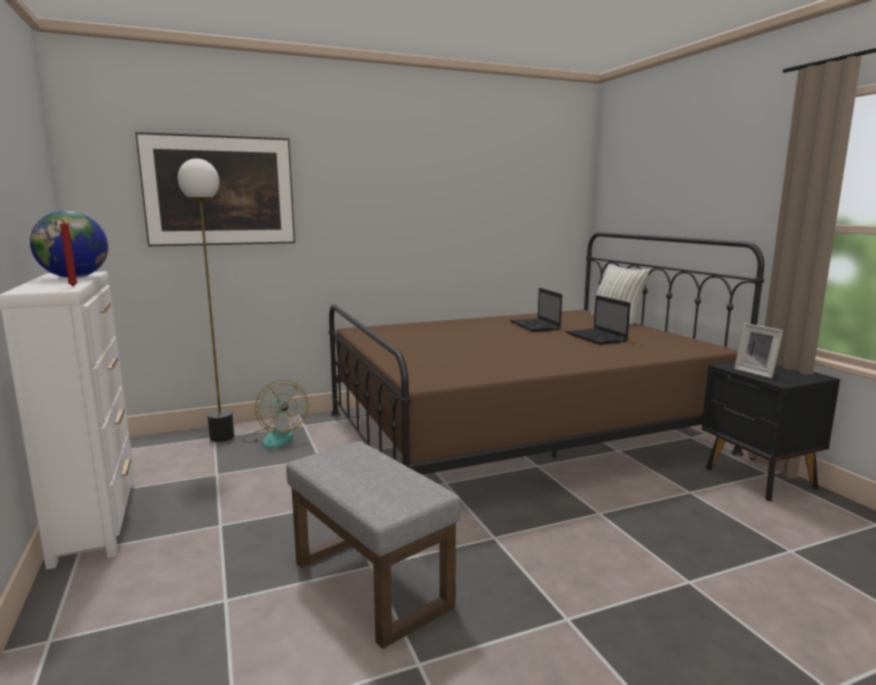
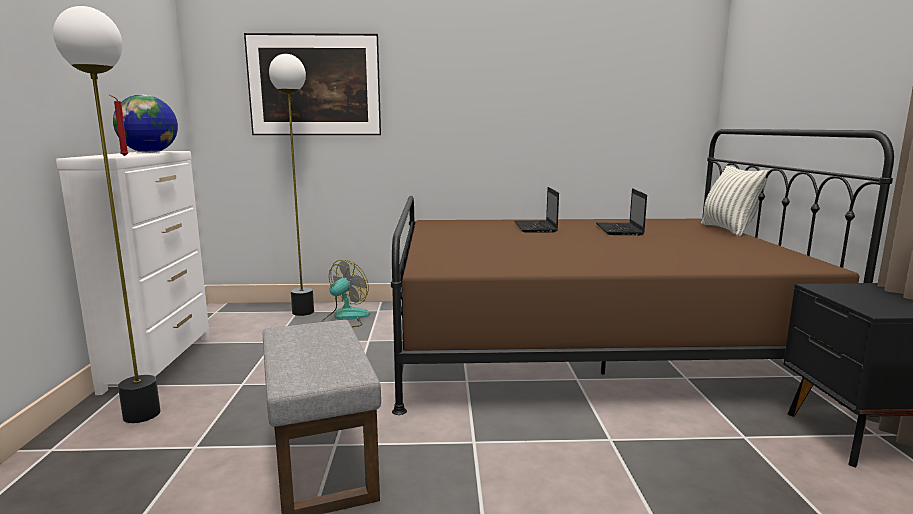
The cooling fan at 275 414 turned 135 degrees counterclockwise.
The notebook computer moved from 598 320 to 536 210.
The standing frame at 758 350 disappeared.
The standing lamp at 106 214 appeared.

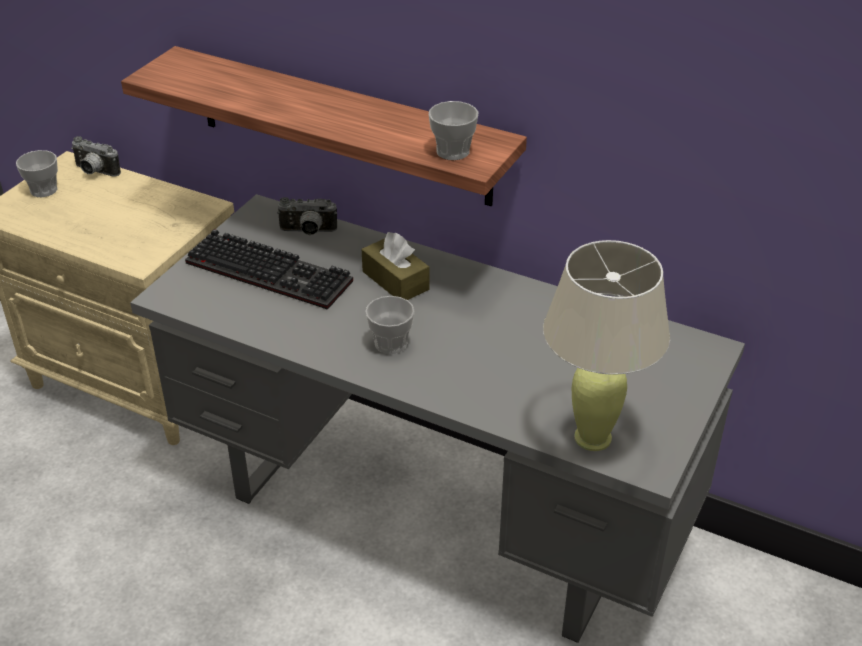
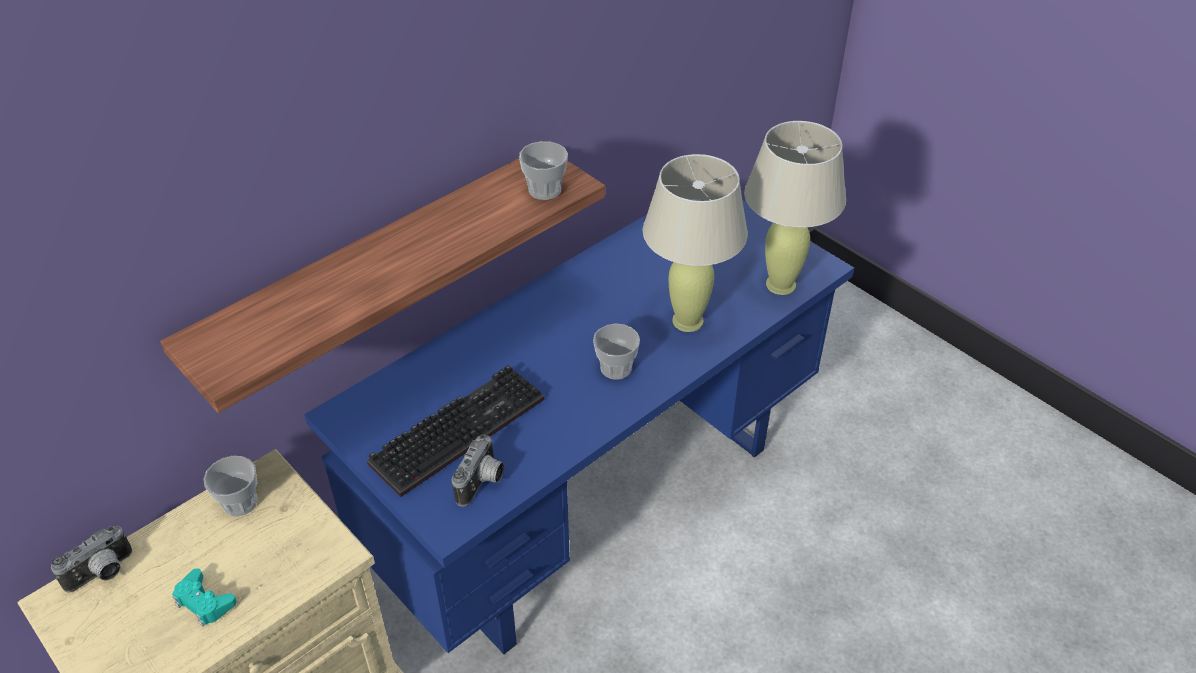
The small cup moved from 37 173 to 230 486.
The grey desk table at 437 418 became the bluish desk table at 579 427.
The still camera moved from 307 216 to 477 470.
The brown tissue box at 396 266 disappeared.
The blue-green game controller at 204 597 appeared.
The sand-coloured lamp for a table at 695 243 appeared.

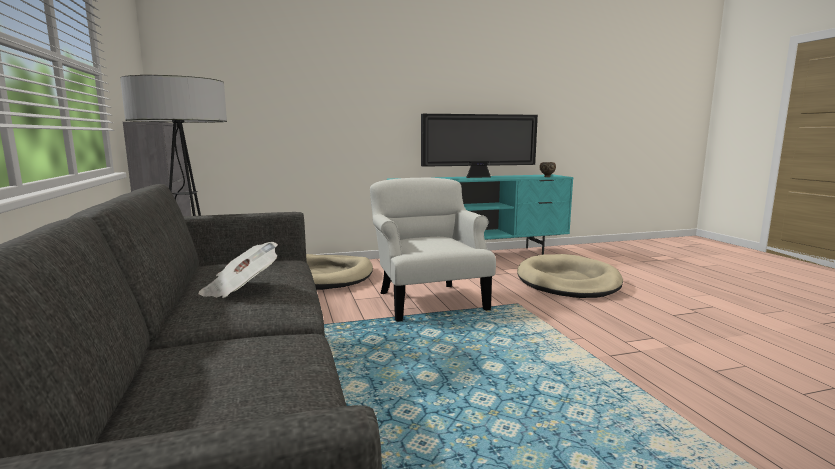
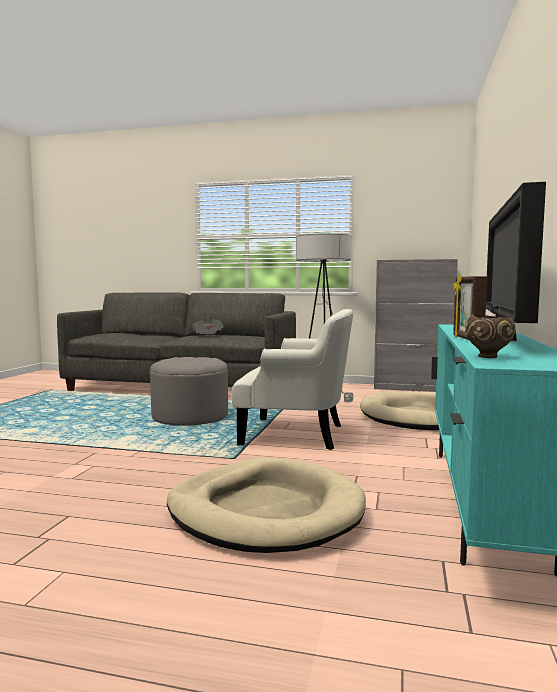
The grey ottoman at 189 391 appeared.
The standing frame at 470 307 appeared.

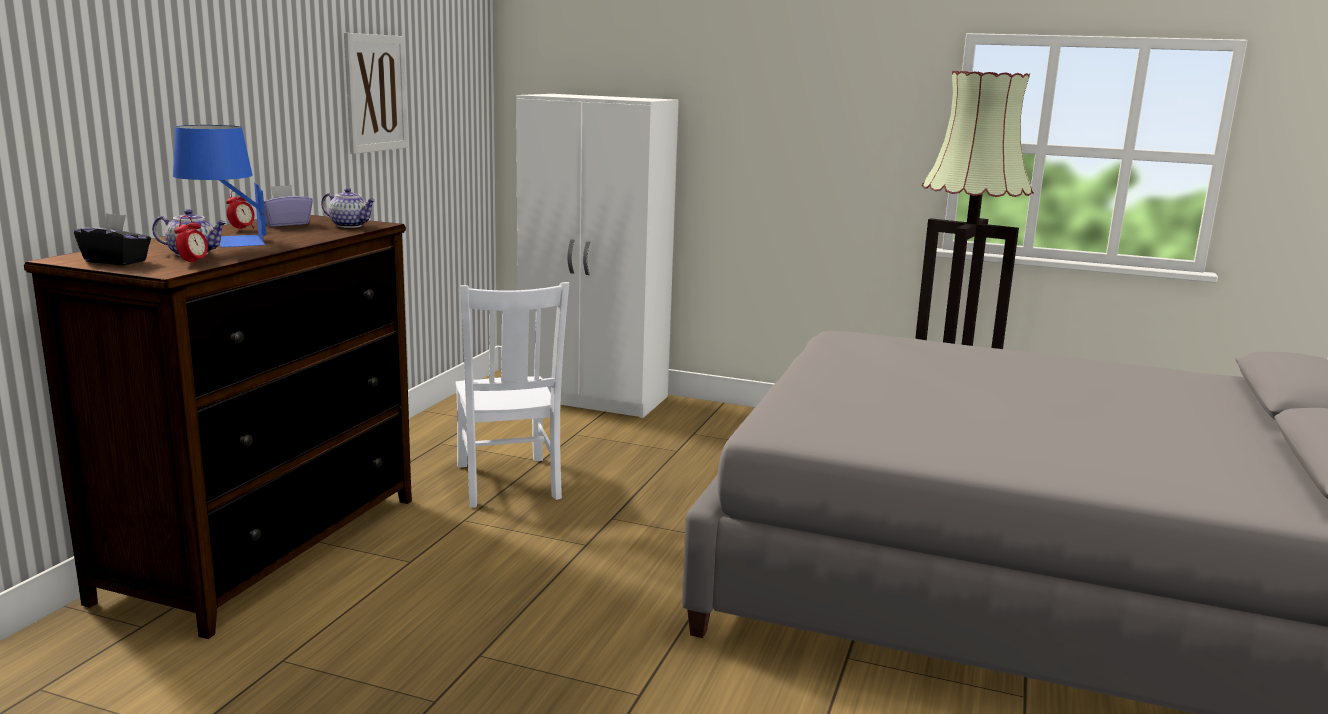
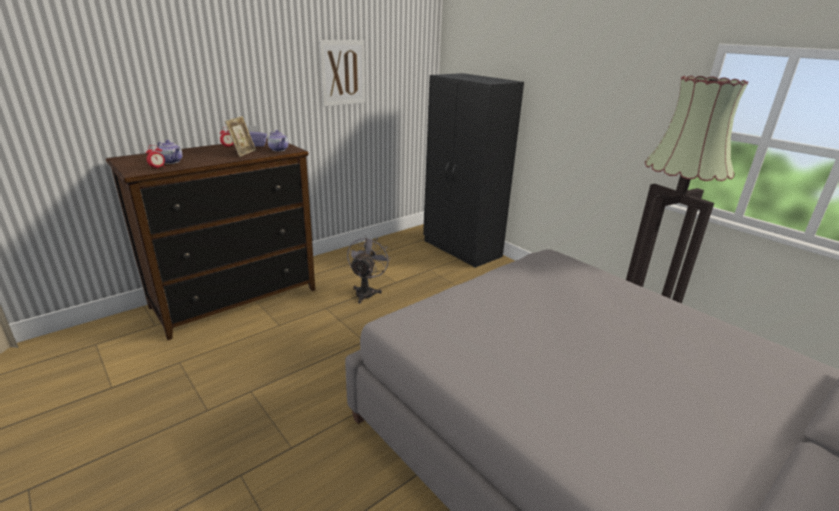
The black-coloured tissue box at 112 239 disappeared.
The bluish lamp for a table at 219 186 disappeared.
The white-coloured upright chair at 512 395 was replaced by the grey cooling fan at 369 269.
The white-coloured armoire at 597 256 became the black-coloured armoire at 473 170.
The standing frame at 240 136 appeared.

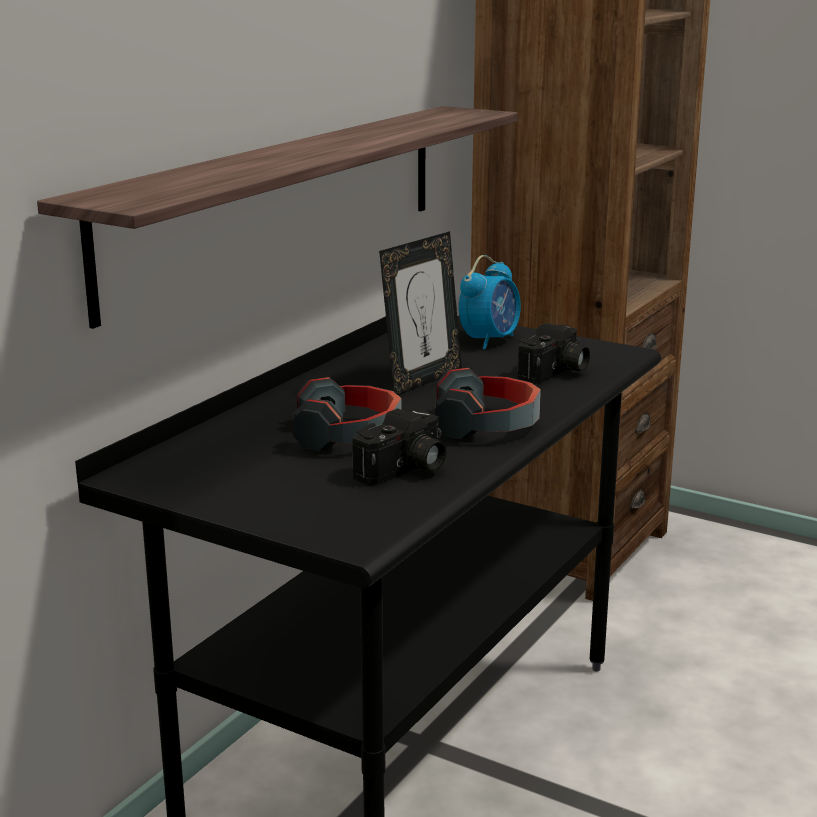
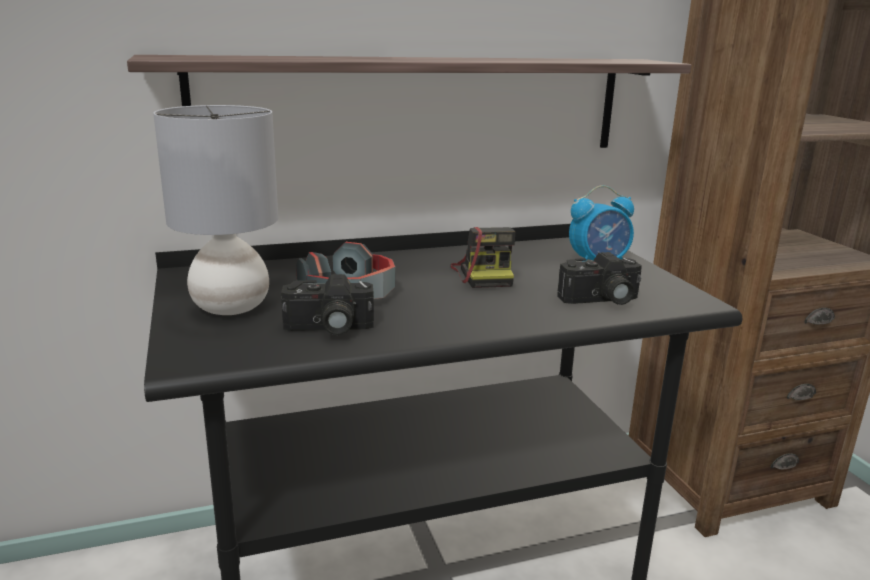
The standing frame at 420 313 was replaced by the still camera at 483 257.
The pair of headphones at 488 403 disappeared.
The grey lamp for a table at 215 210 appeared.

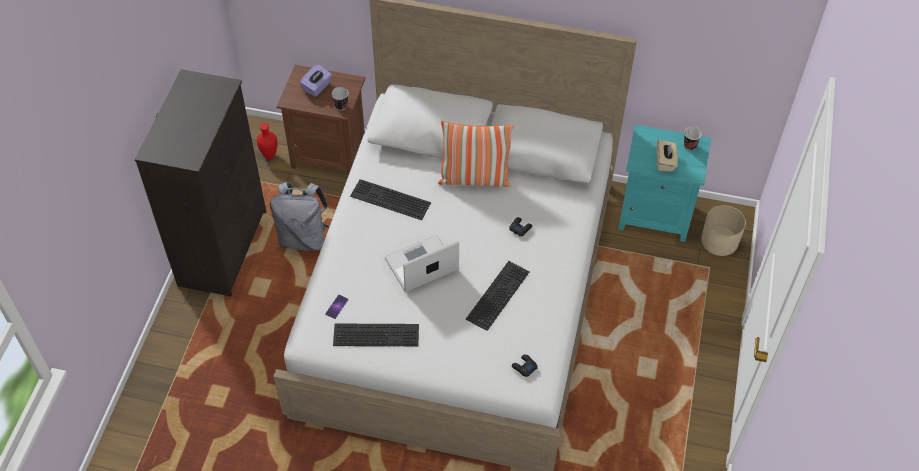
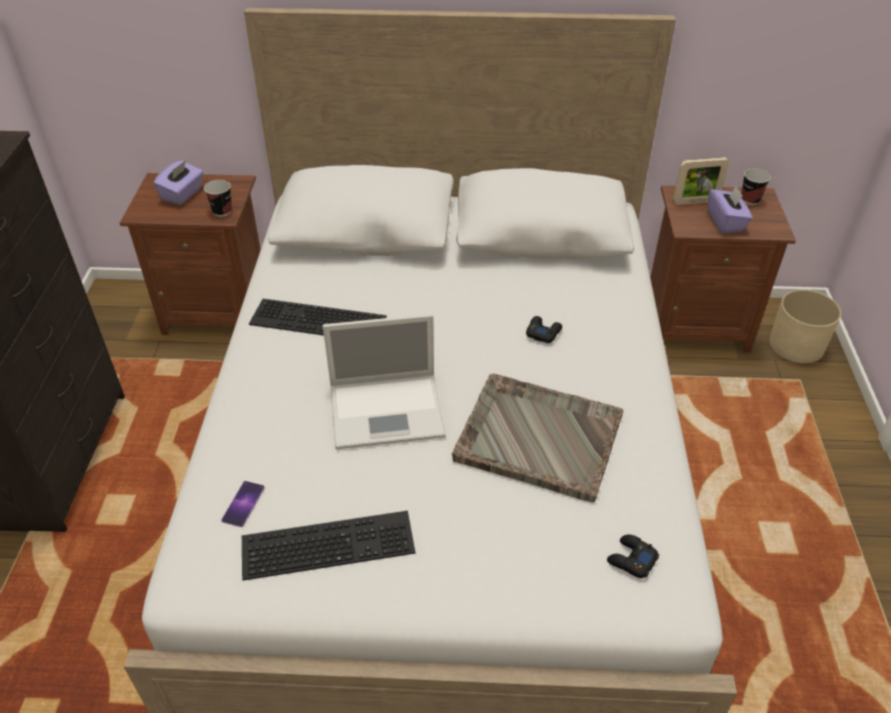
The reddish flower vase at 267 141 disappeared.
The grey rucksack at 299 216 disappeared.
The notebook computer at 422 263 turned 150 degrees counterclockwise.
The pillow at 476 154 disappeared.
The keyboard at 498 296 was replaced by the grey carrying tray at 537 437.
The blue-green night table at 664 183 became the brown night table at 723 269.
The sand-coloured tissue box at 667 155 became the purple-coloured tissue box at 730 209.
The standing frame at 701 181 appeared.

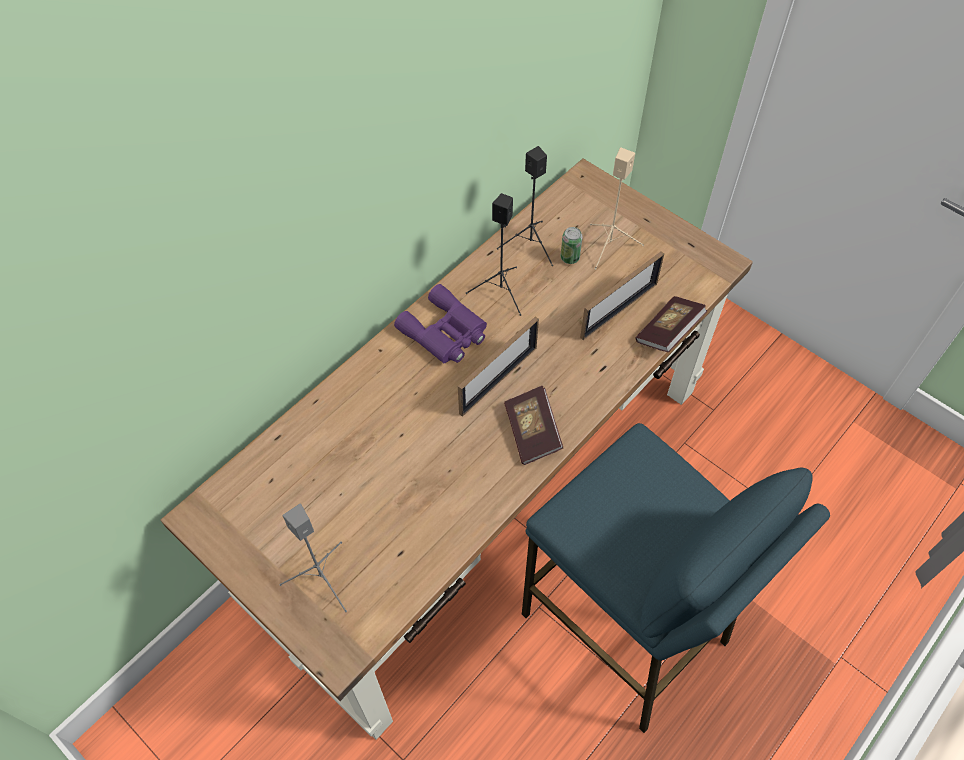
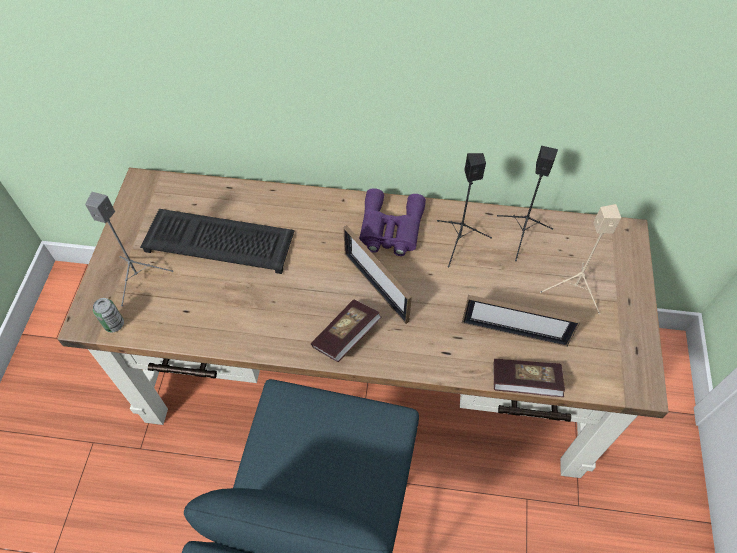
The standing frame at 498 366 turned 45 degrees clockwise.
The can moved from 572 245 to 108 315.
The keyboard at 217 241 appeared.

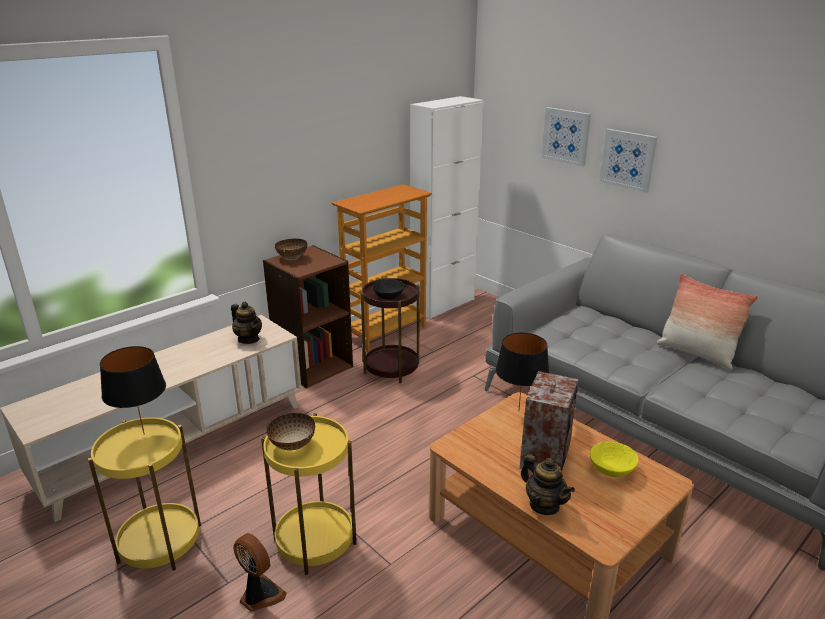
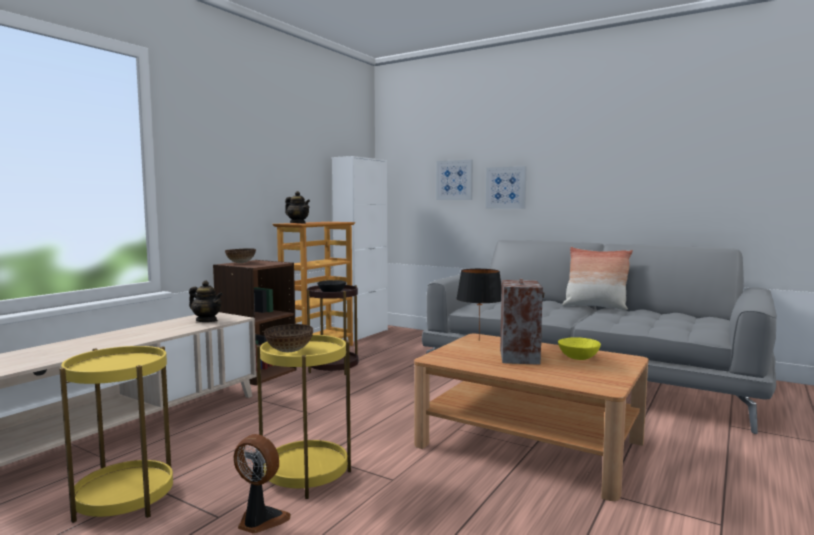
The black-coloured lamp for a table at 133 390 disappeared.
The tea pot moved from 548 484 to 297 207.

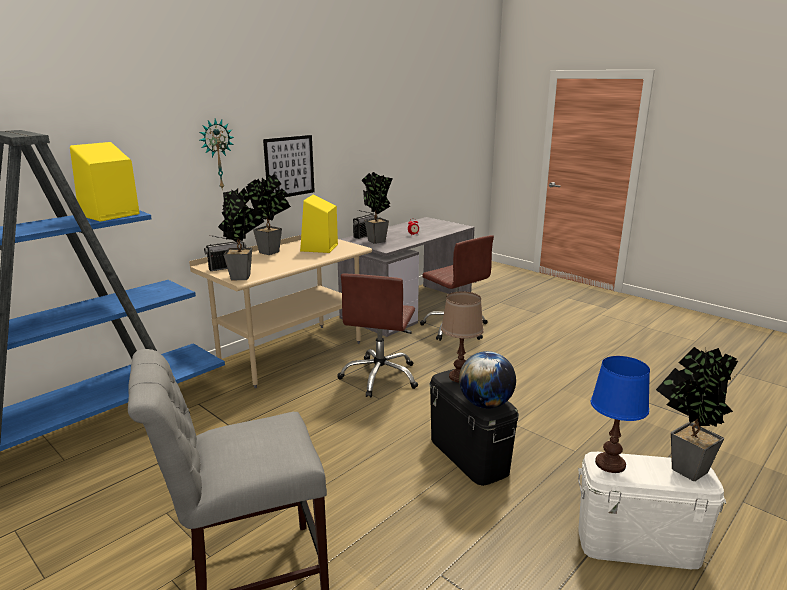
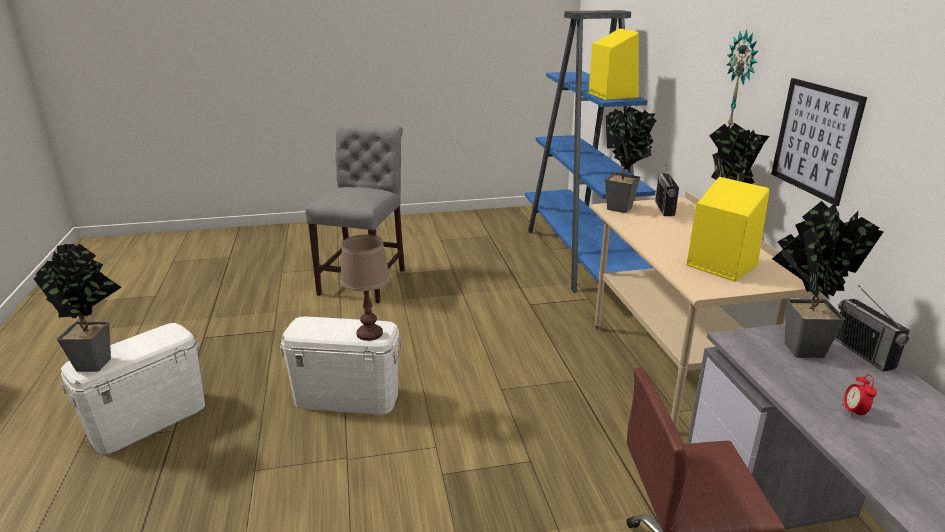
The brown desk chair at 377 336 disappeared.
The black-coloured storage container at 474 427 became the white-coloured storage container at 341 366.
The world globe at 487 379 disappeared.
The bluish lamp for a table at 620 414 disappeared.

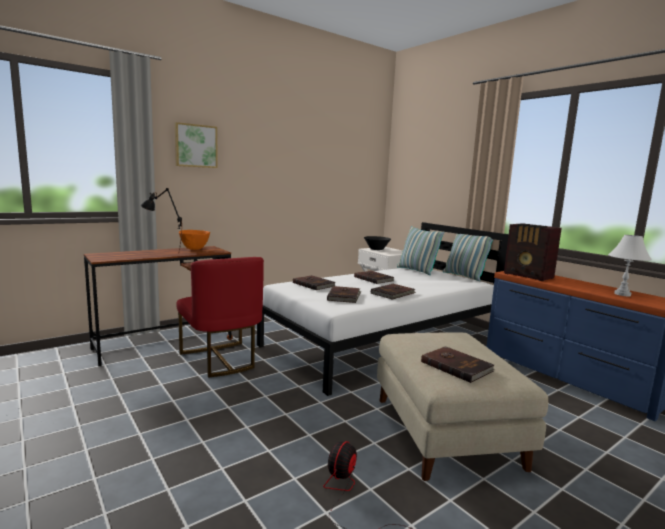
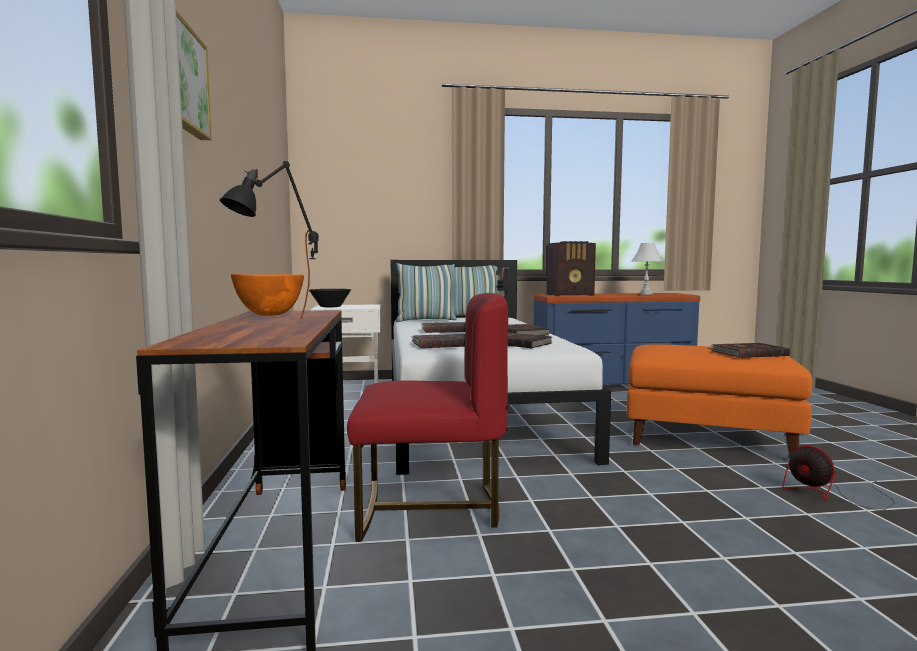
The sand-coloured ottoman at 462 406 became the orangey ottoman at 719 400.

